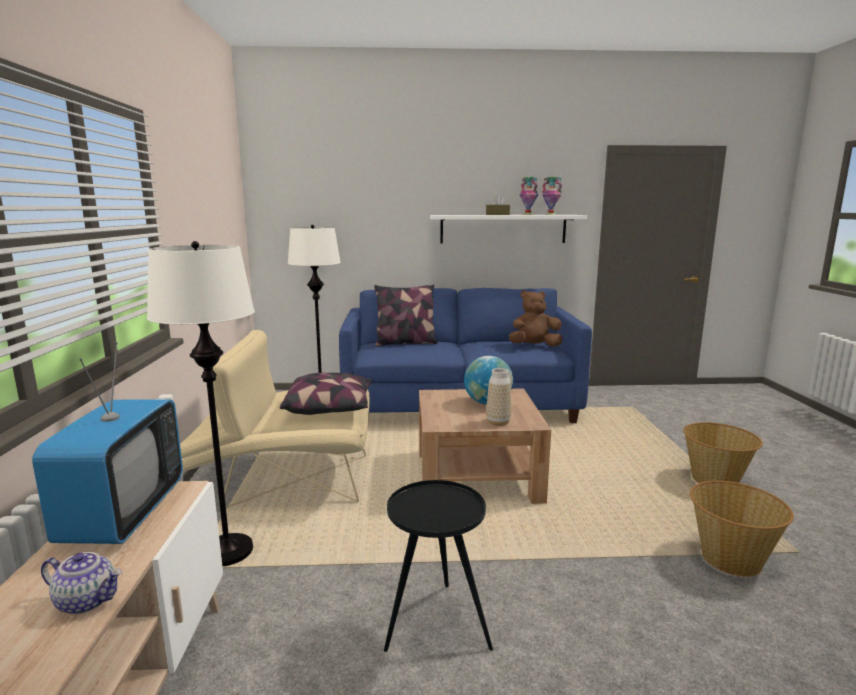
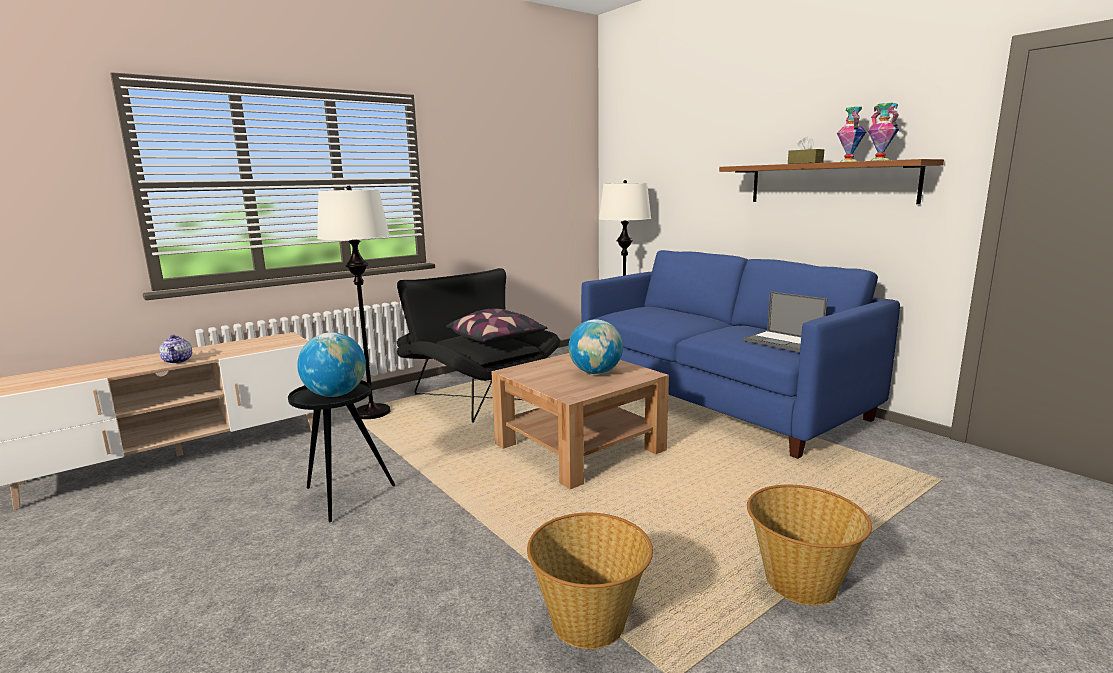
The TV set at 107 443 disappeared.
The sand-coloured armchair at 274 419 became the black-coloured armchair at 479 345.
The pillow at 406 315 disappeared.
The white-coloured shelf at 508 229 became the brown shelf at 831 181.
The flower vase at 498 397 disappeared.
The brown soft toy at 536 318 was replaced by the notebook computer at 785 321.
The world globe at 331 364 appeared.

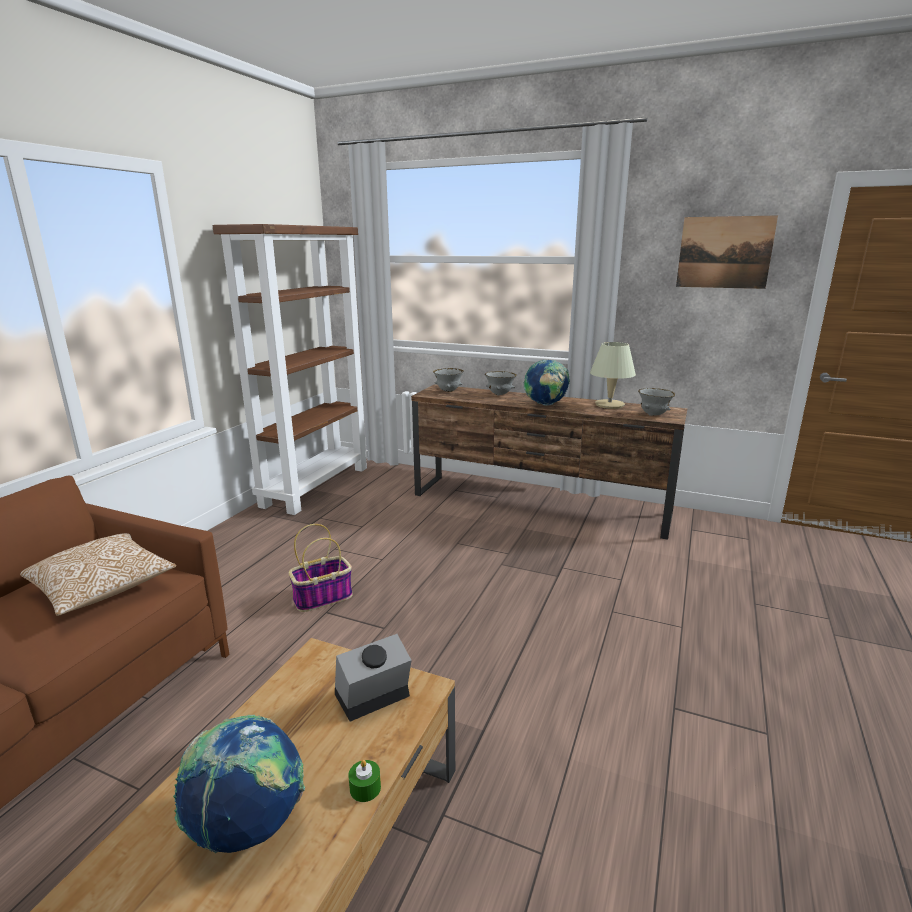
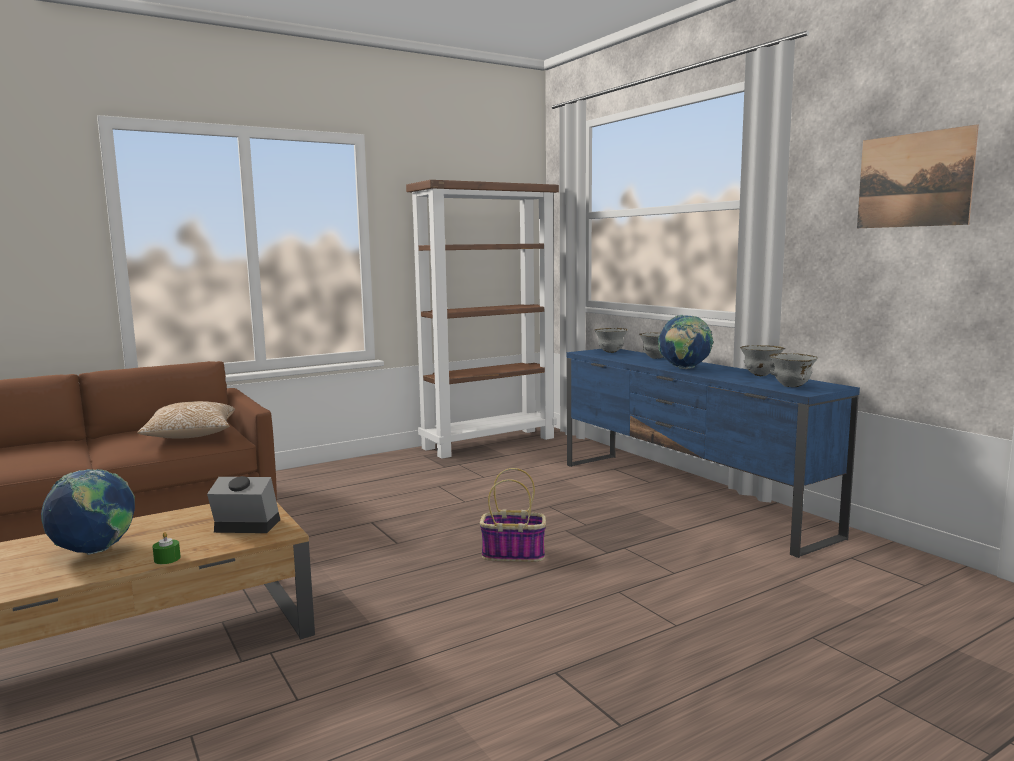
The household basket moved from 321 568 to 513 515.
The brown tv unit at 549 462 became the bluish tv unit at 713 453.
The sand-coloured lamp for a table at 613 375 was replaced by the grey serving bowl at 762 360.

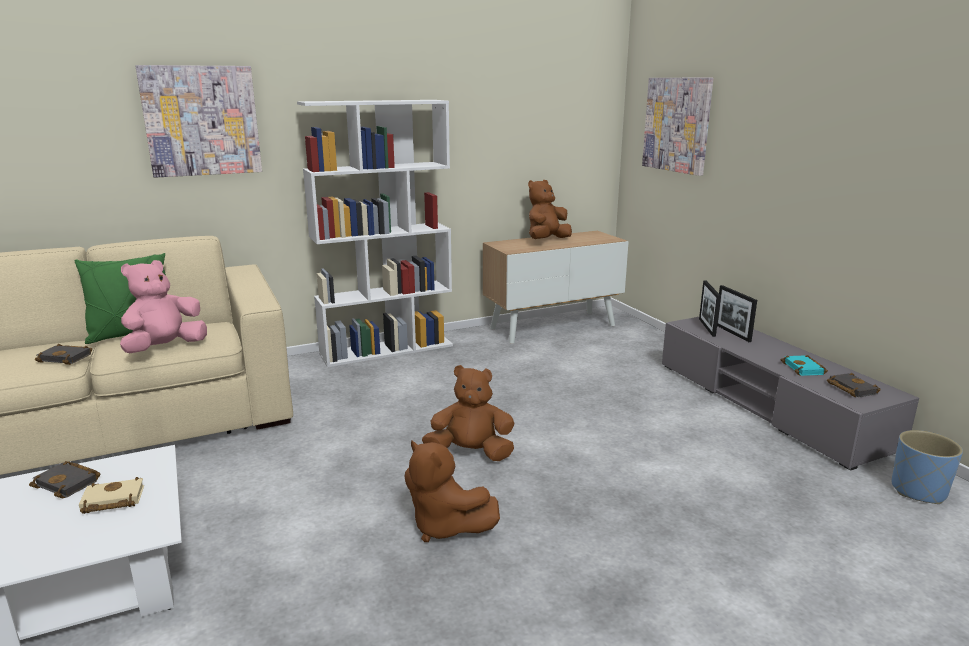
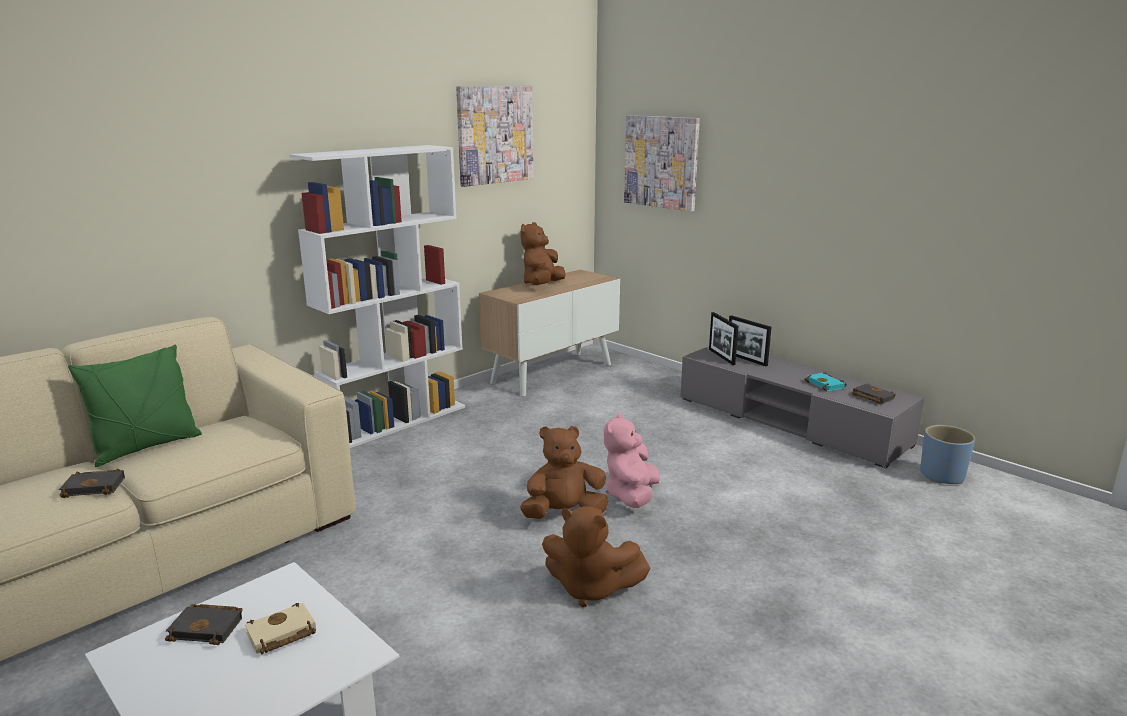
The pinkish soft toy moved from 163 306 to 632 460.
The picture moved from 198 121 to 494 136.

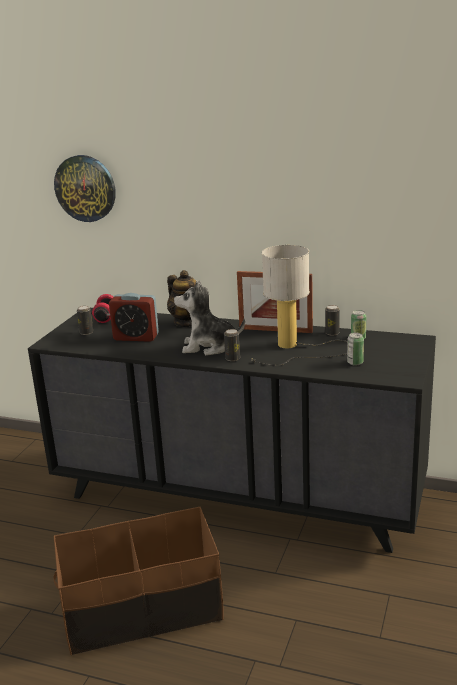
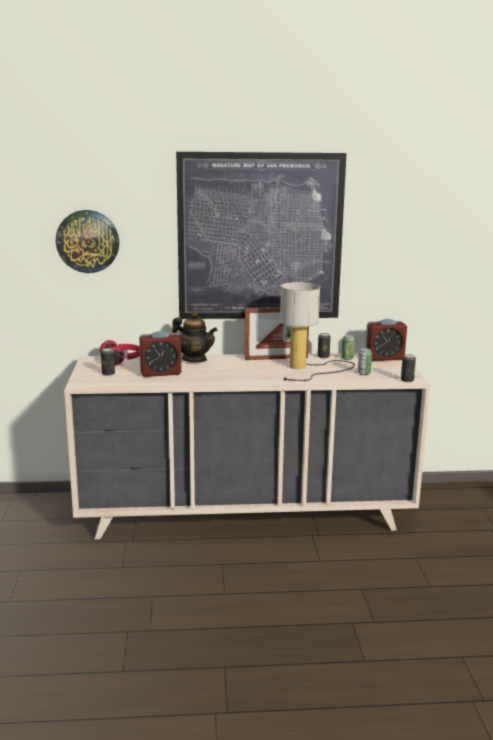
The black-coloured dresser at 232 430 became the sand-coloured dresser at 247 446.
The brown storage container at 138 581 disappeared.
The soft toy at 209 318 disappeared.
The can moved from 232 345 to 408 368.
The picture at 261 235 appeared.
The alarm clock at 386 340 appeared.

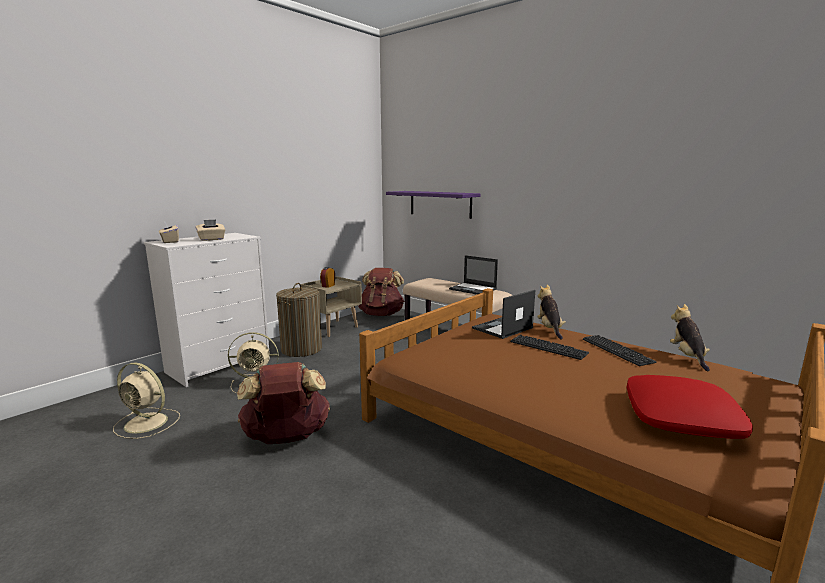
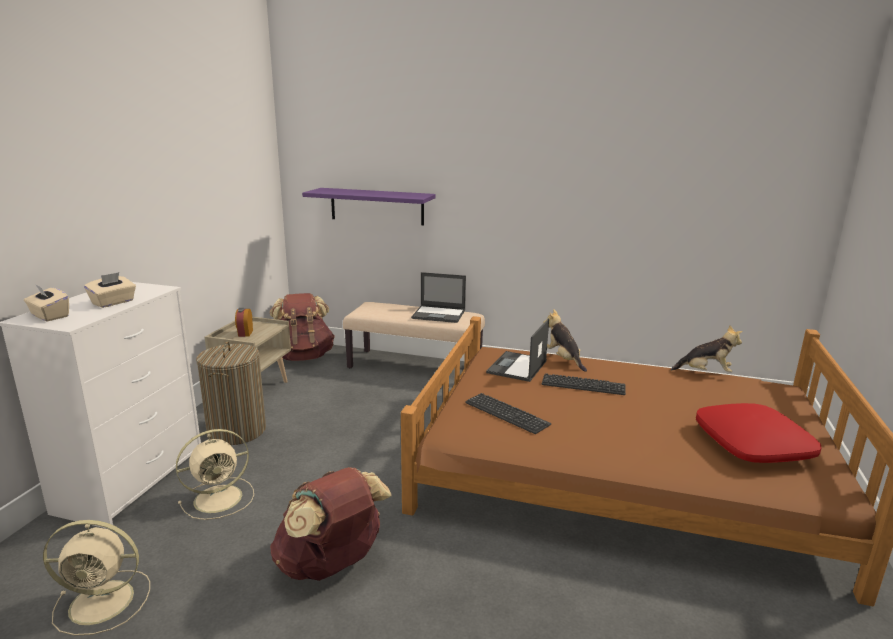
The keyboard moved from 620 350 to 508 413.
The soft toy at 690 337 turned 120 degrees clockwise.

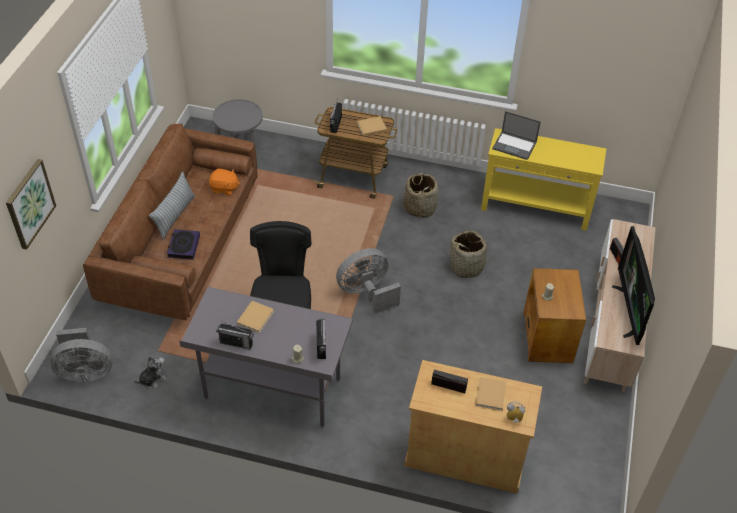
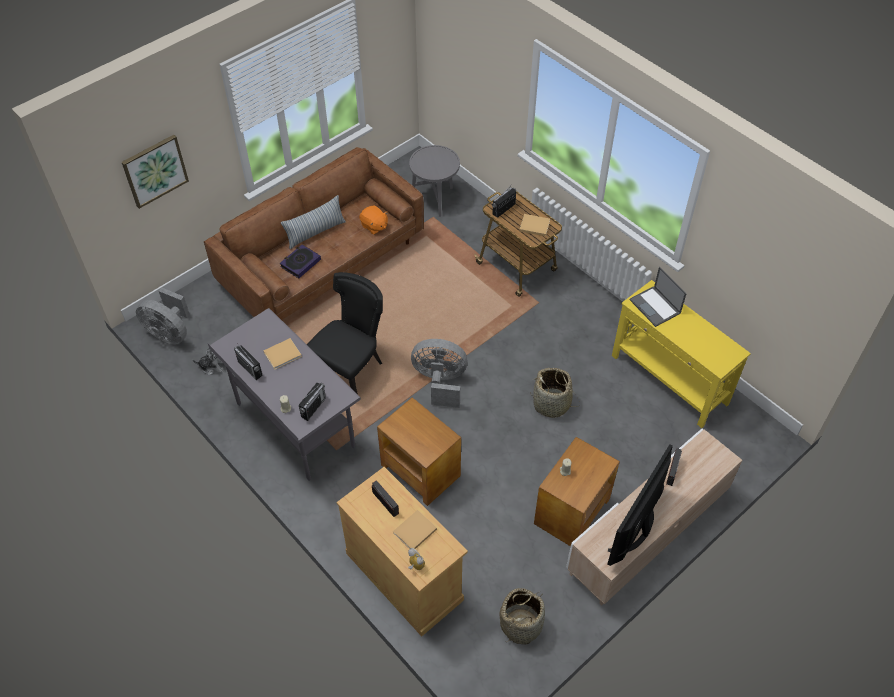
The household basket moved from 421 195 to 522 616.
The brown accent table at 419 451 appeared.

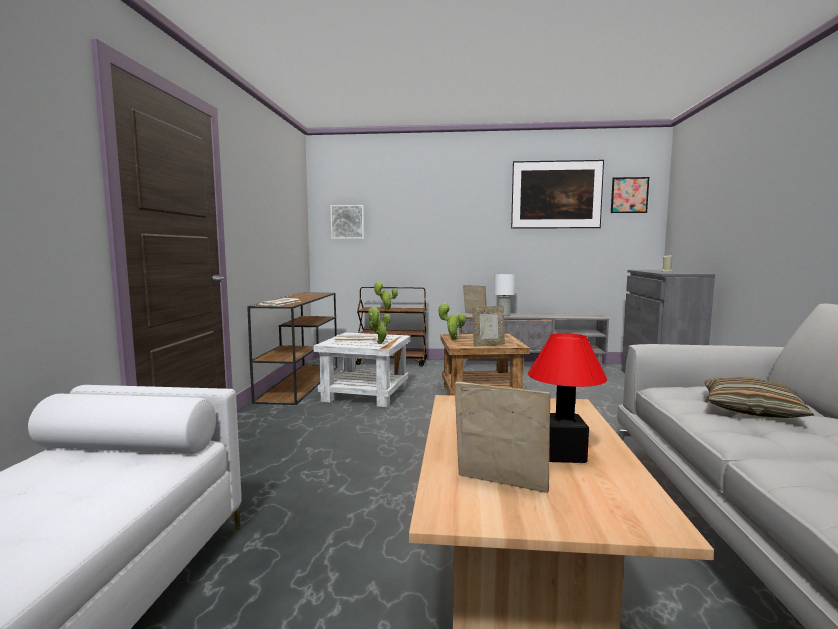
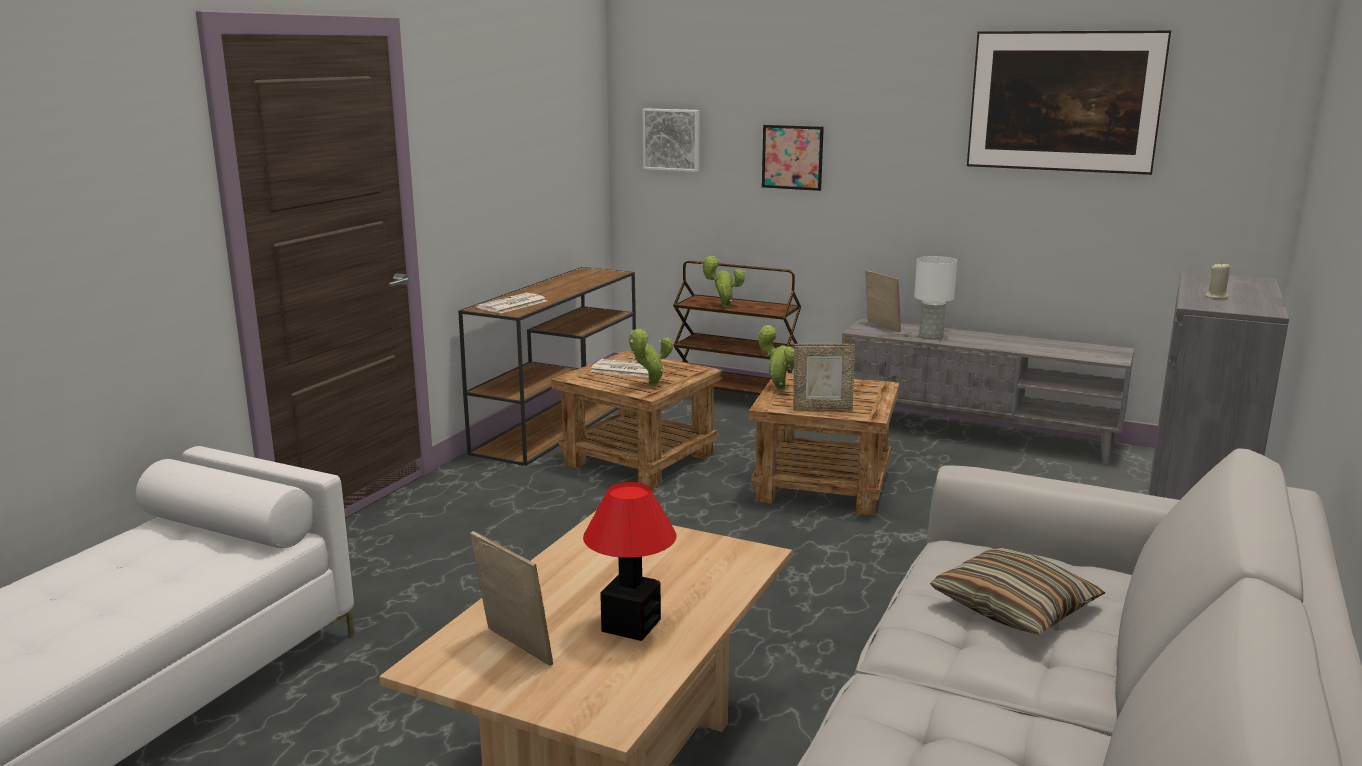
The white-coloured accent table at 362 370 became the brown accent table at 637 420.
The picture moved from 630 195 to 793 158.

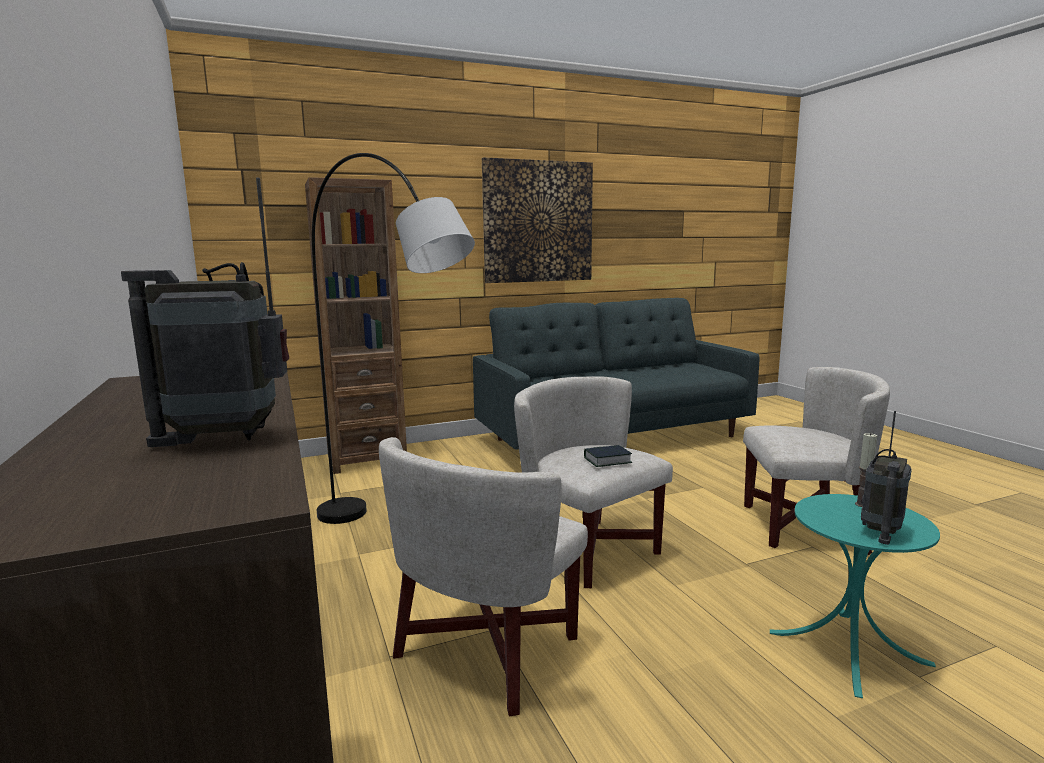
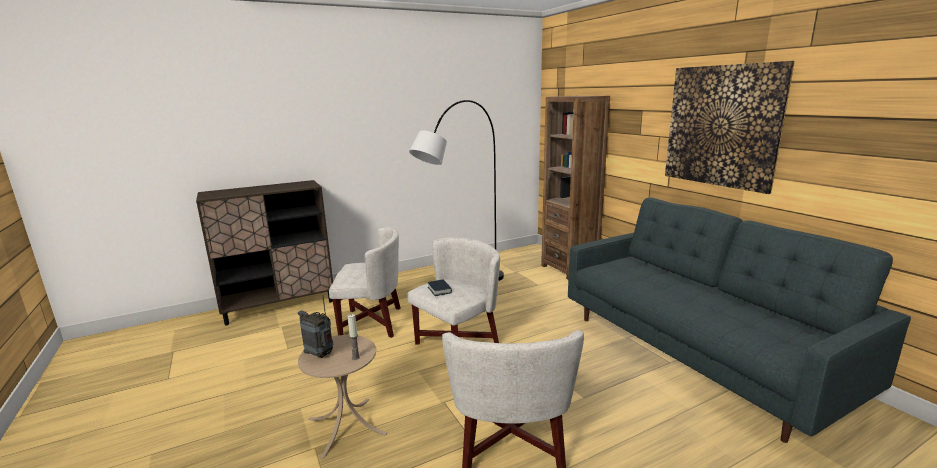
The radio receiver at 205 312 disappeared.
The white-coloured armchair at 483 576 turned 150 degrees clockwise.
The blue-green accent table at 855 596 became the sand-coloured accent table at 342 397.

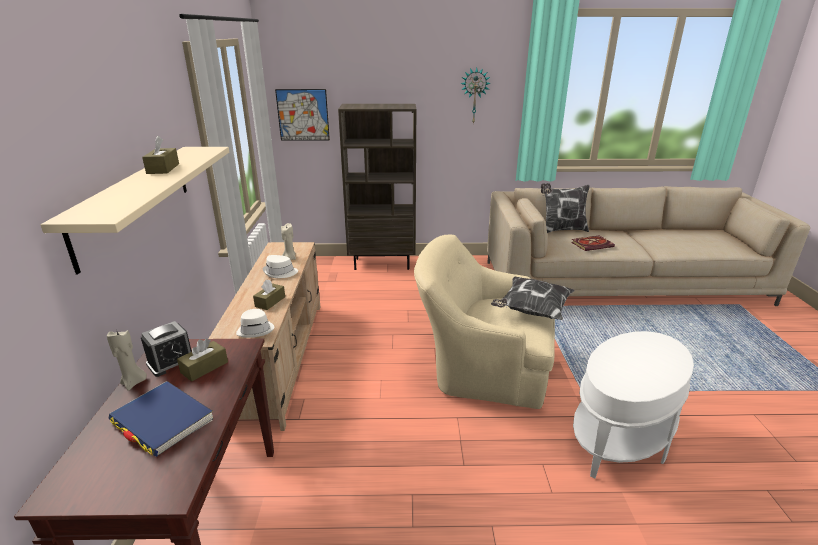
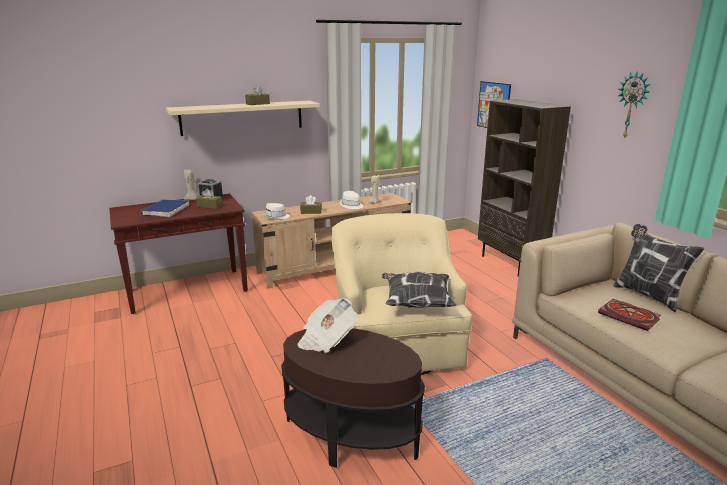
The white-coloured accent table at 633 404 became the brown accent table at 353 398.
The newspaper at 327 325 appeared.

